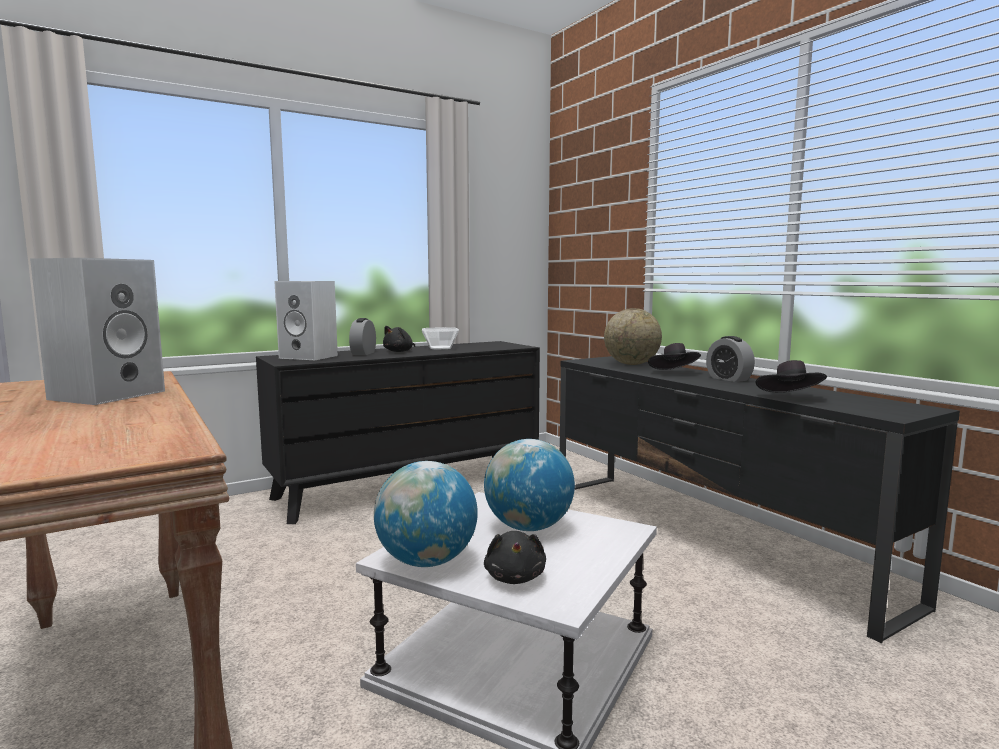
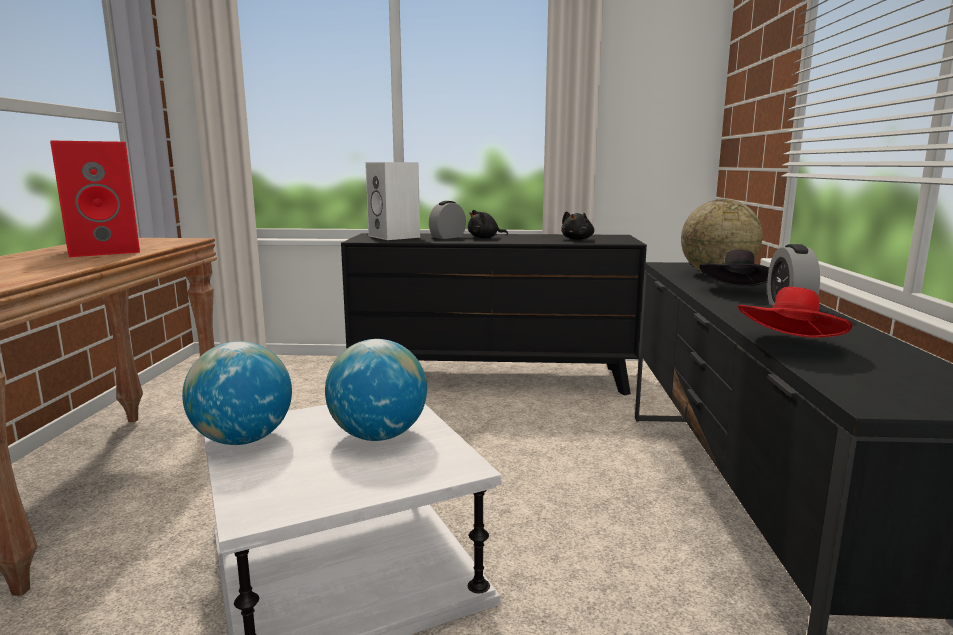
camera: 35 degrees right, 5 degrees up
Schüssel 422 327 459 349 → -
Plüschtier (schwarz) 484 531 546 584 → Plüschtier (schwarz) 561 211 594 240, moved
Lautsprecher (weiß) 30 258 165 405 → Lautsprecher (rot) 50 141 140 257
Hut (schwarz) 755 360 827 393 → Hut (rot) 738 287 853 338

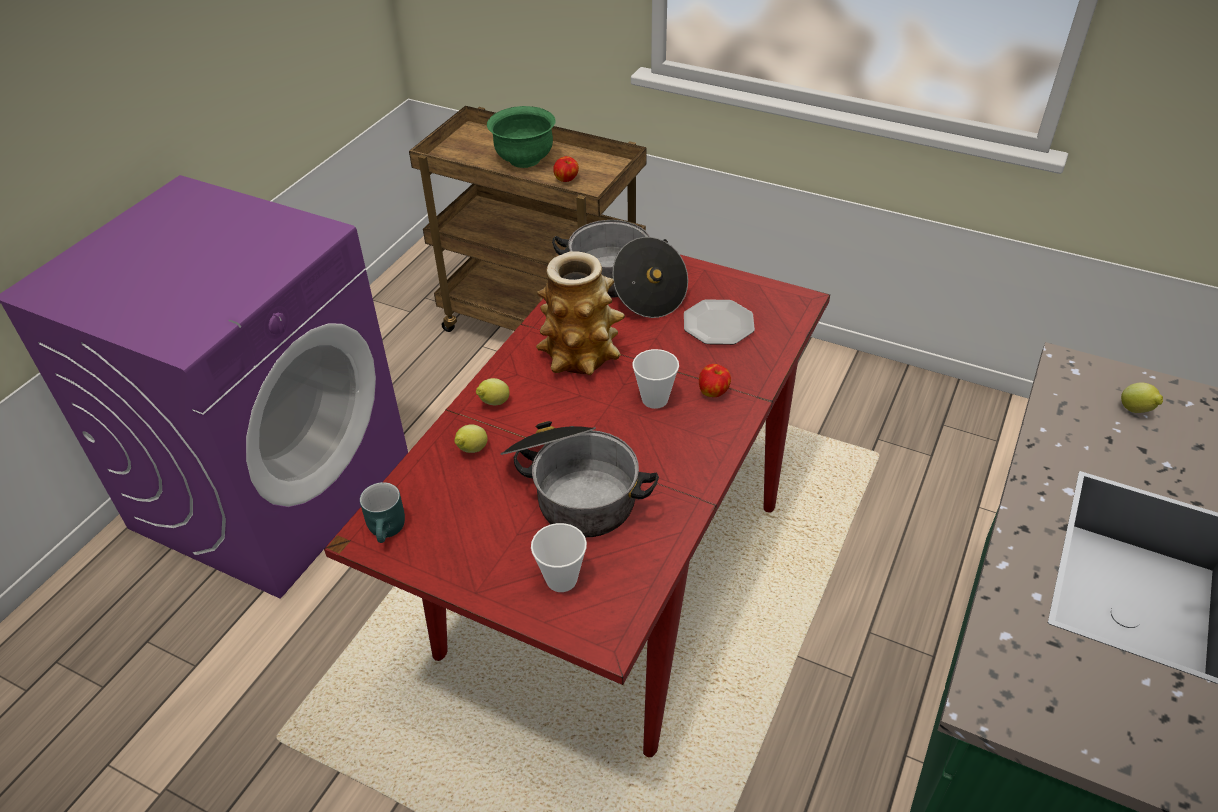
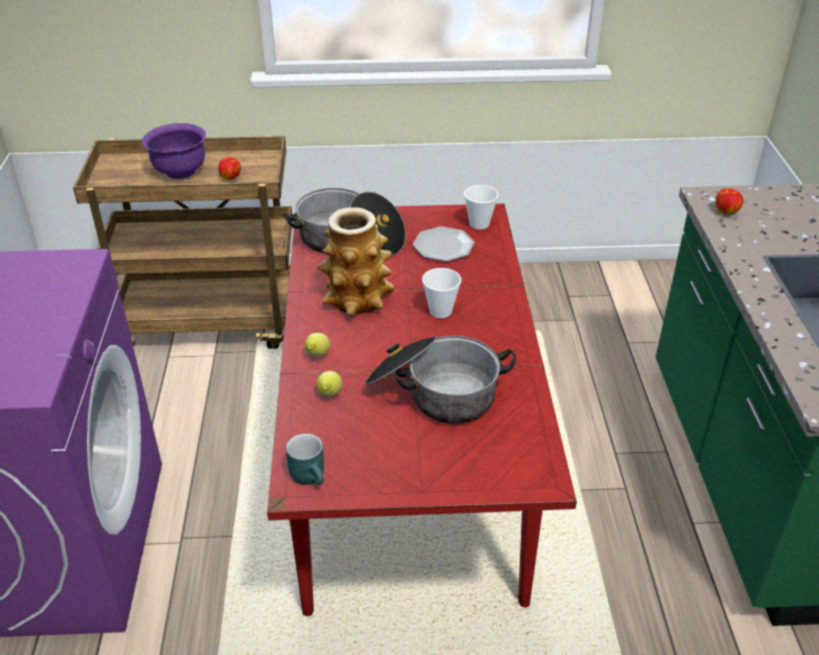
camera: 30 degrees left, 5 degrees down
Zitrone 1121 382 1163 413 → -
Tasse 531 523 587 592 → Tasse 464 185 498 230, moved
Apfel 699 364 731 397 → Apfel 716 188 744 215, moved
Schüssel (grün) 487 106 556 168 → Schüssel (lila) 142 123 206 179

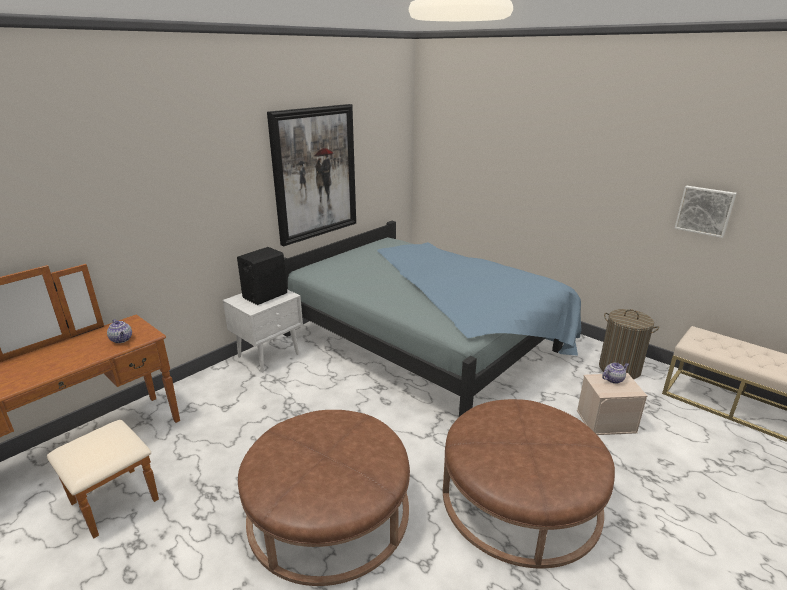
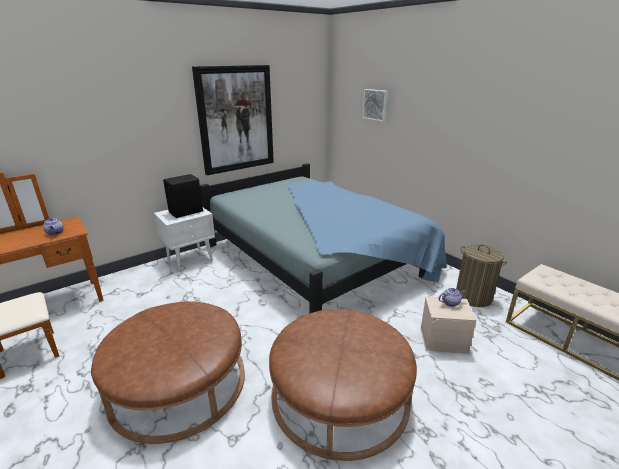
camera: 10 degrees right, 0 degrees up
Bild 674 186 737 238 → Bild 363 89 388 122, moved

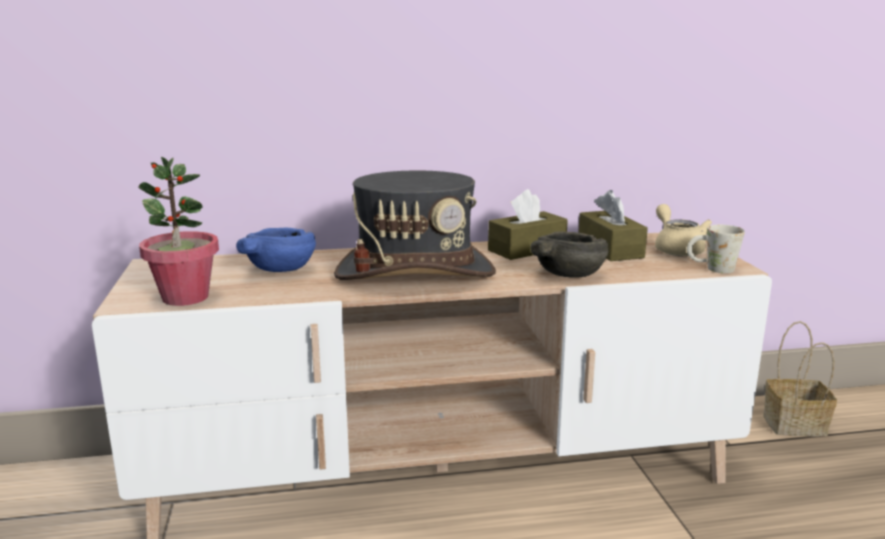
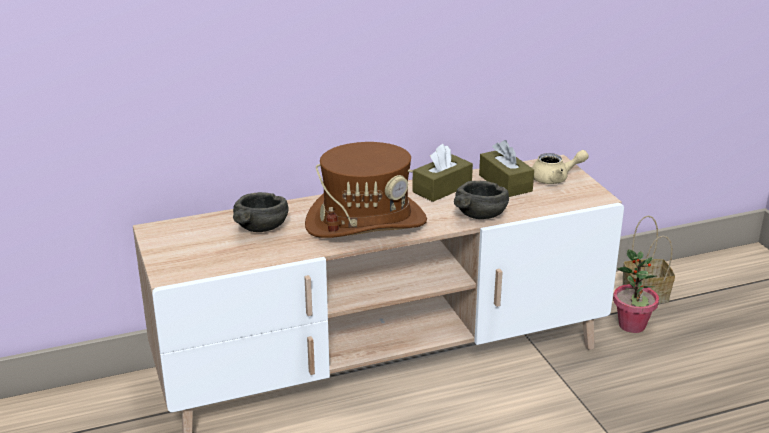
camera: 10 degrees left, 10 degrees up
Henkelbecher (weiß) 687 225 745 273 → -
Topfpflanze 138 157 219 306 → Topfpflanze 613 249 659 333, moved
Schüssel (blau) 236 228 316 272 → Schüssel (grau) 233 192 289 232
Hut (grau) 334 171 496 280 → Hut (braun) 305 142 427 238
Teekanne (beige) 655 204 712 256 → Teekanne (beige) 532 150 589 184, 105 degrees clockwise

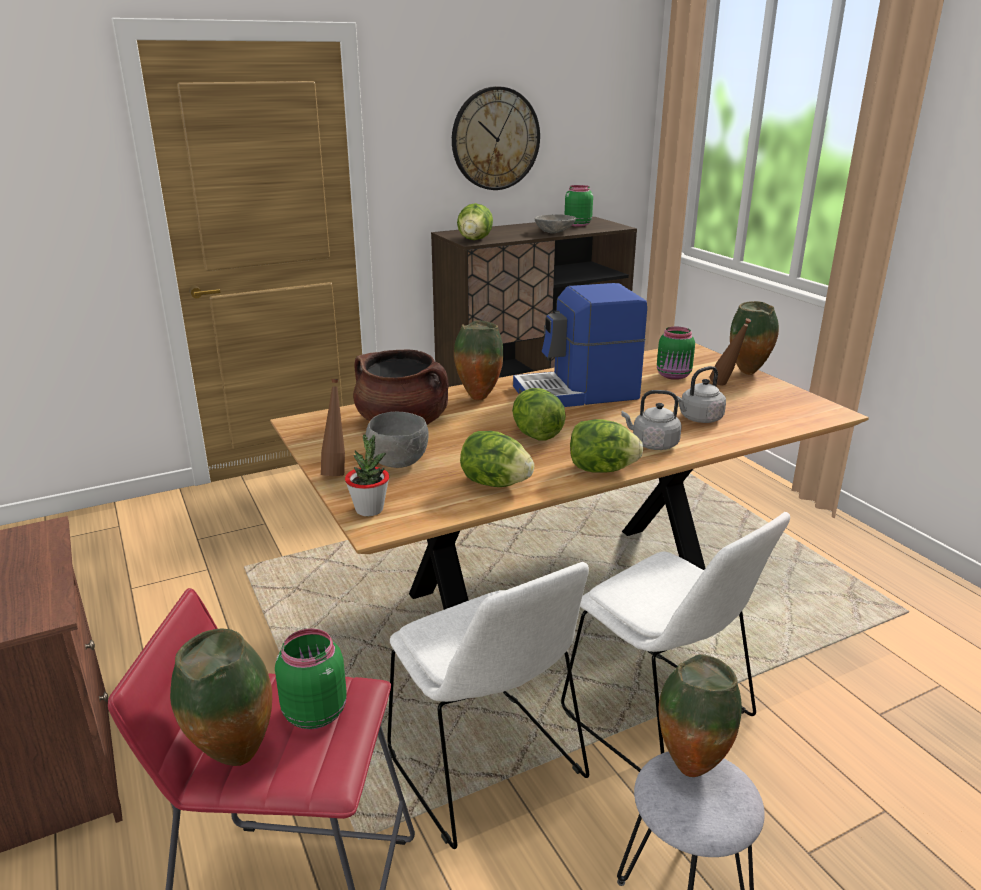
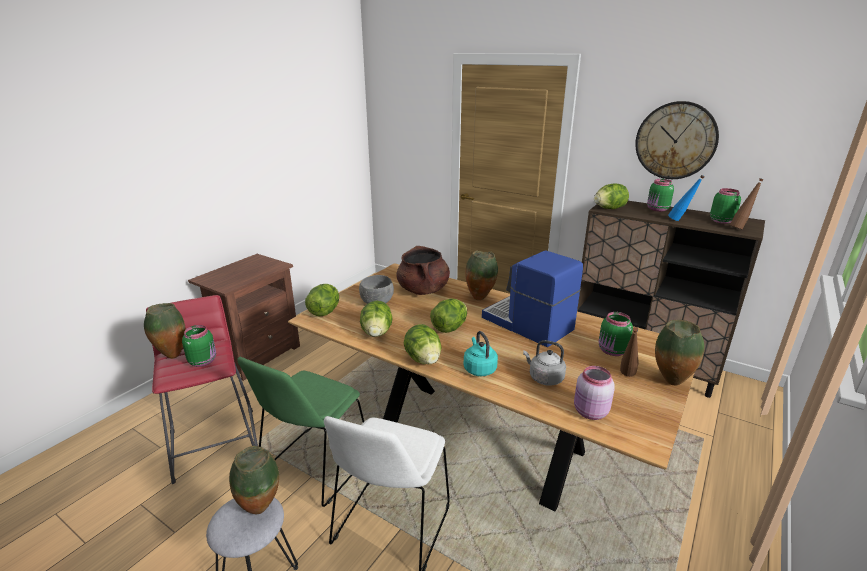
camera: 60 degrees right, 0 degrees up
- → Vorratsglas (rosa) 574 366 615 420
- → Vorratsglas (grün) 647 179 674 212
Flasche (braun) 321 379 345 476 → Flasche (braun) 730 178 764 229, moved
Topfpflanze 345 434 389 516 → Salatkopf 305 284 339 316
Schüssel (grau) 535 214 576 234 → Flasche (blau) 668 175 705 221
Stuhl (weiß) 387 562 589 849 → Stuhl (grün) 237 357 364 507
Wasserkessel (grau) 621 390 682 450 → Wasserkessel (türkis) 464 331 498 376

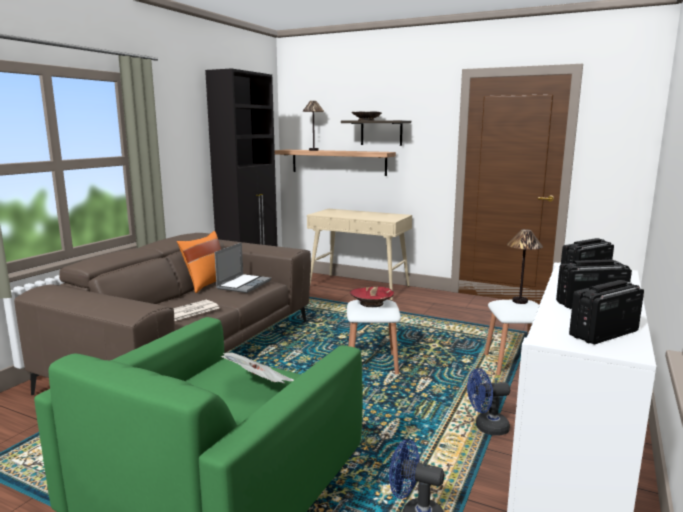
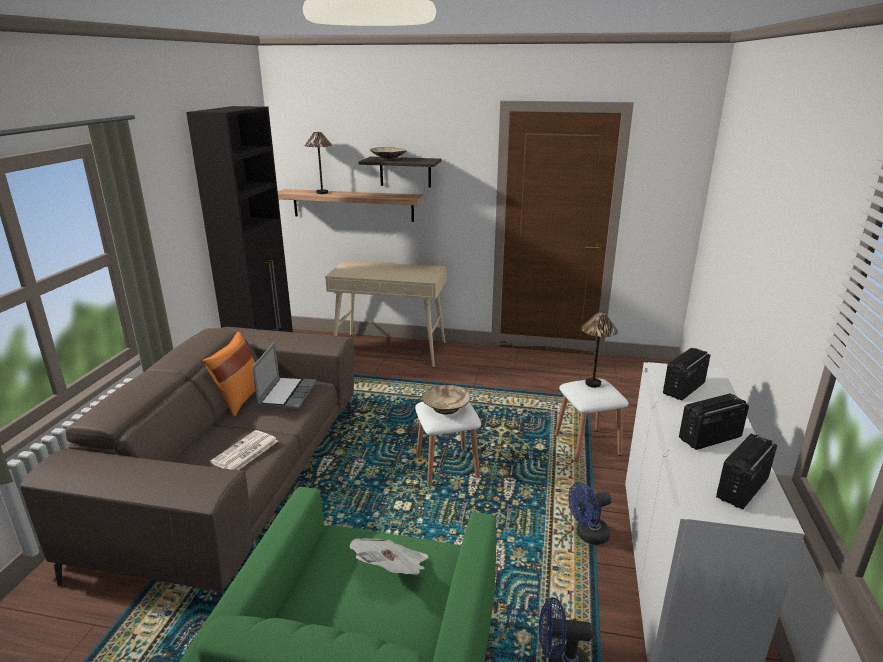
camera: 15 degrees left, 10 degrees up
Schüssel (rot) 350 287 394 307 → Schüssel (beige) 422 385 471 414

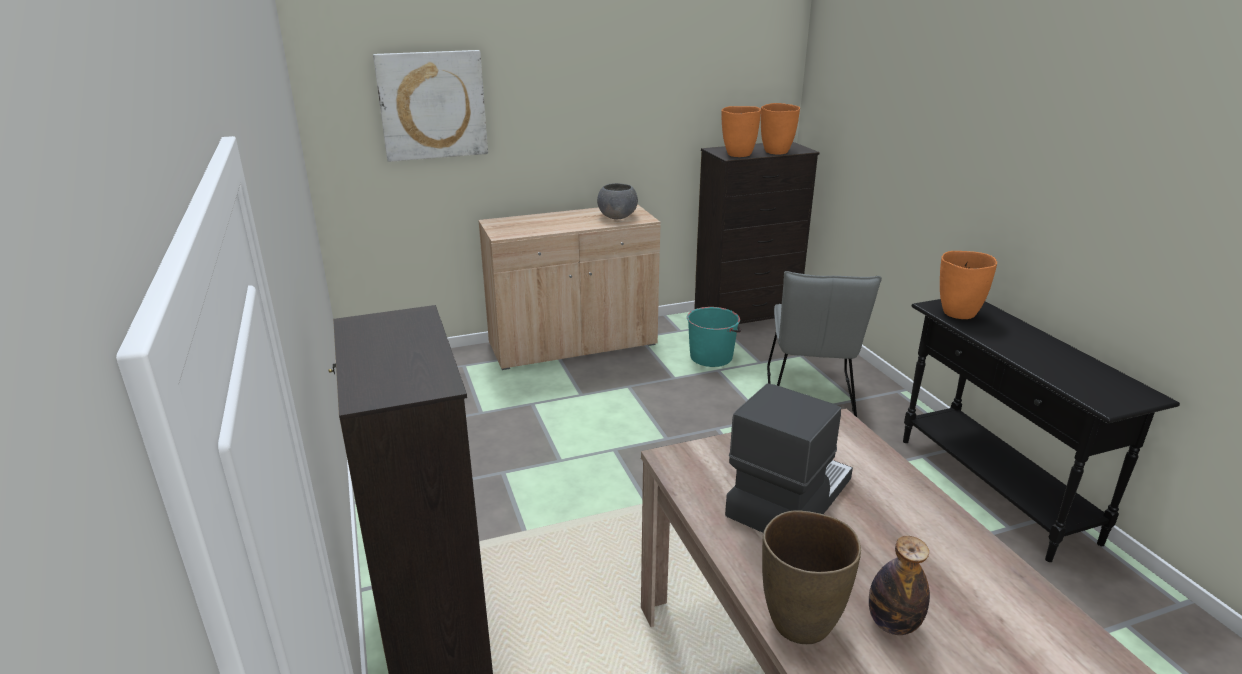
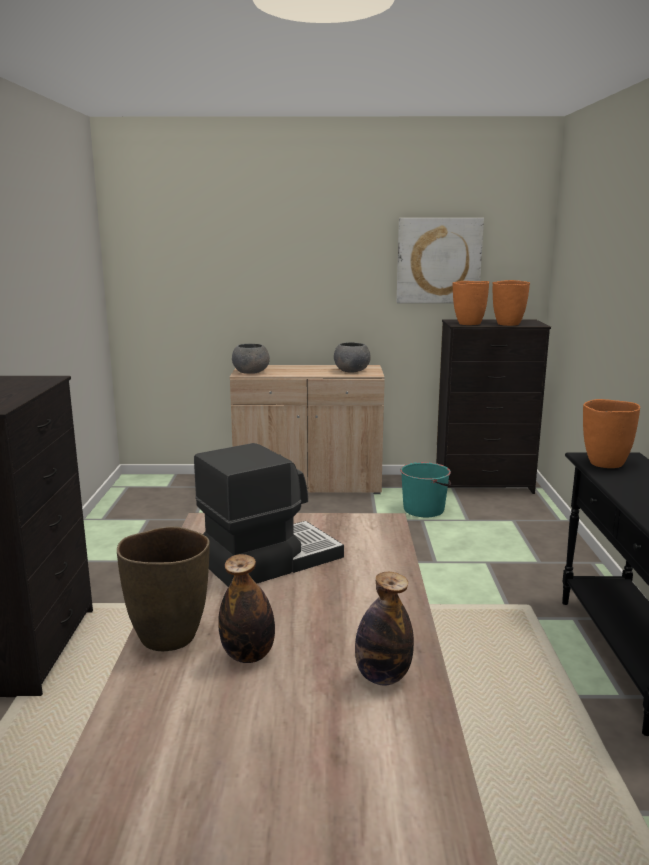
camera: 20 degrees right, 10 degrees down
Stuhl (grau) 767 271 882 417 → -
- → Schüssel (grau) 232 344 270 374
- → Flasche 355 572 414 686
Bild 373 50 488 162 → Bild 397 218 484 303, moved

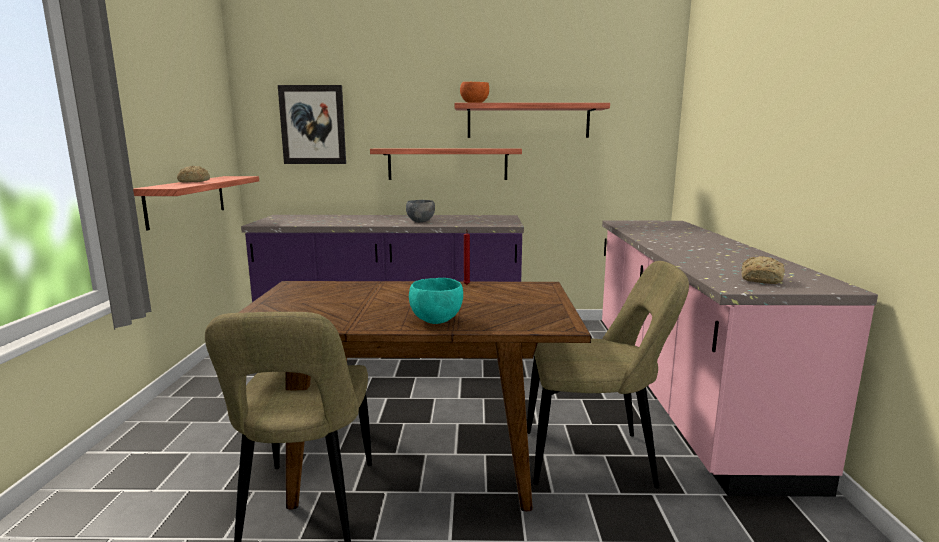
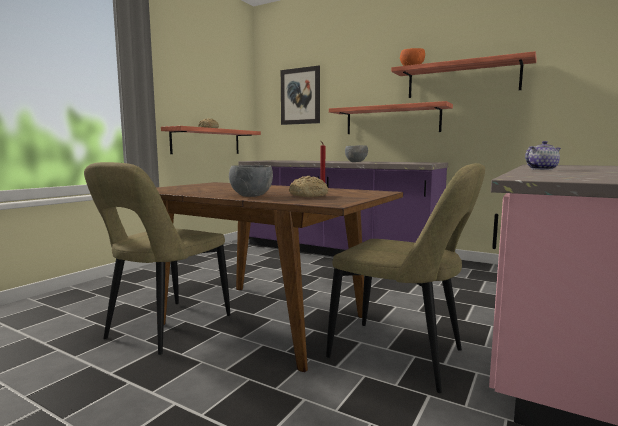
camera: 30 degrees right, 5 degrees down
- → Teekanne 525 141 561 170
Brot 741 256 785 284 → Brot 289 176 328 197, moved
Schüssel (türkis) 409 278 463 324 → Schüssel (grau) 229 165 273 197

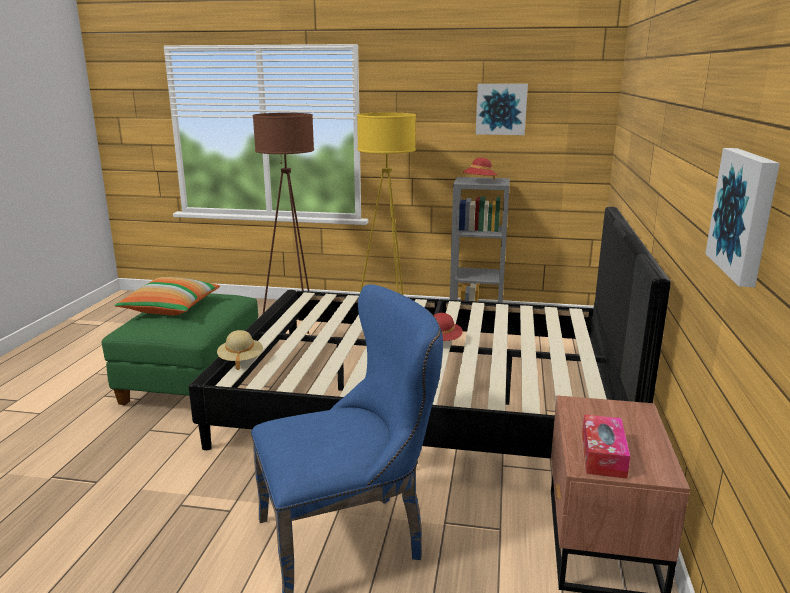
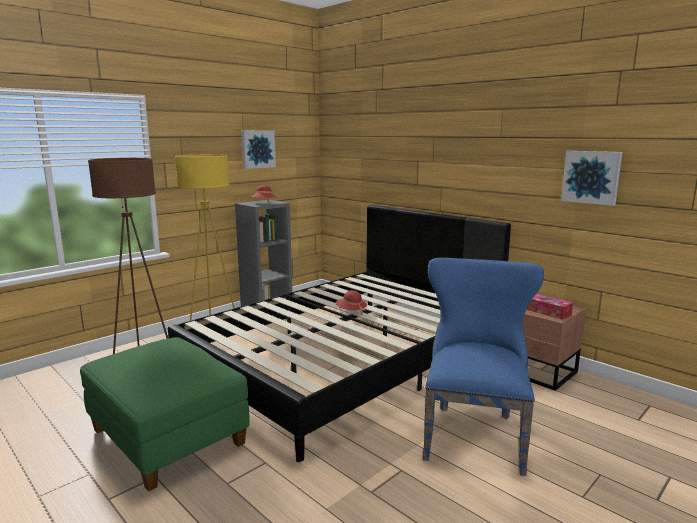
camera: 55 degrees left, 5 degrees down
Kissen 115 277 220 315 → -
Hut (beige) 217 330 263 370 → -

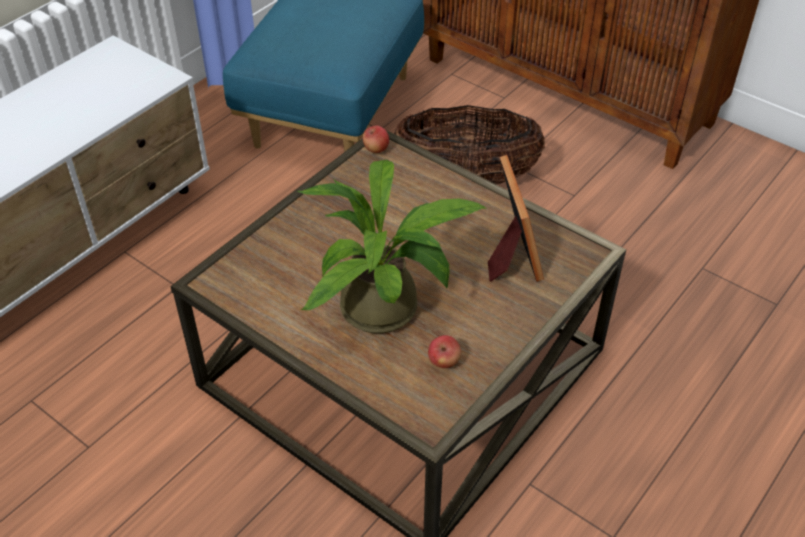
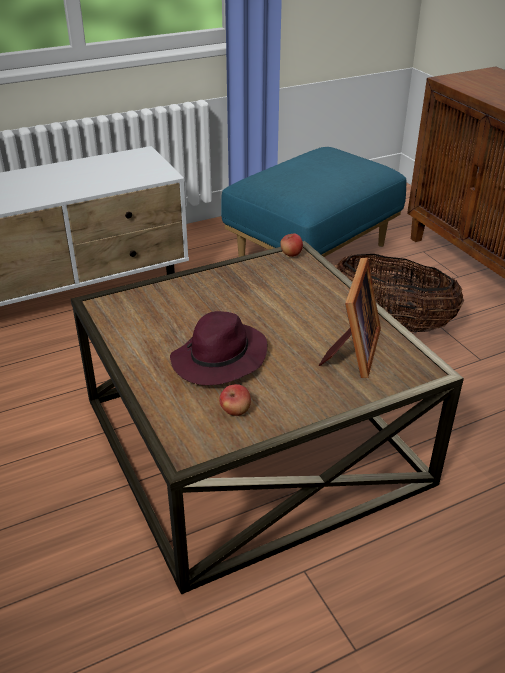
camera: 25 degrees right, 10 degrees down
Topfpflanze 297 160 488 333 → Hut (lila) 170 311 267 385

